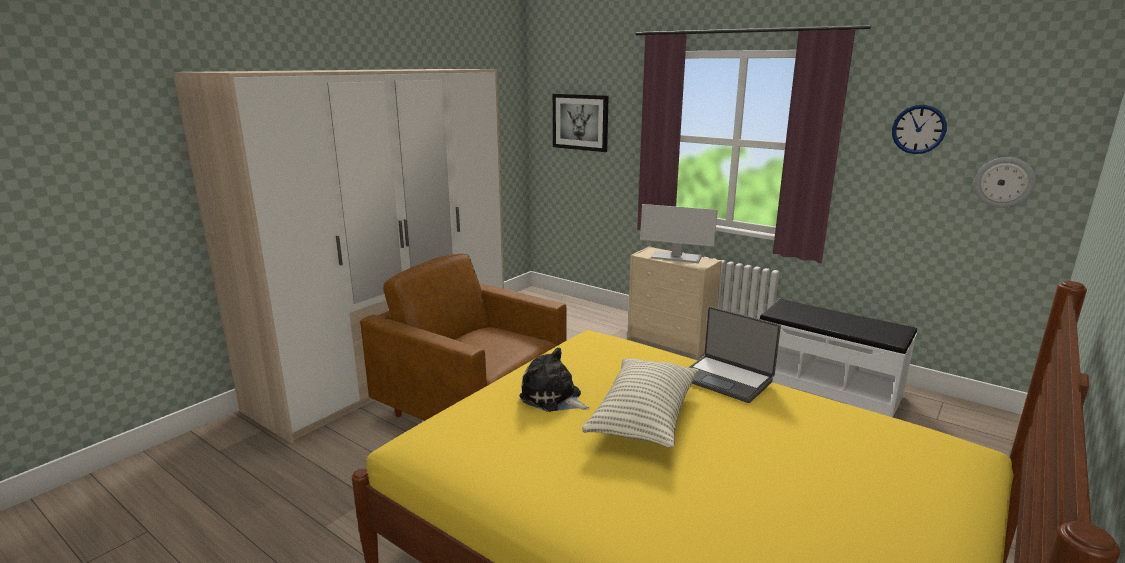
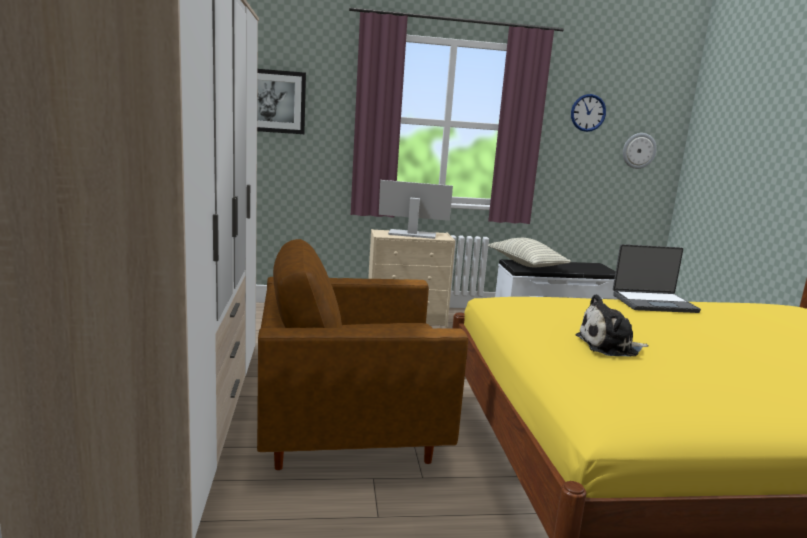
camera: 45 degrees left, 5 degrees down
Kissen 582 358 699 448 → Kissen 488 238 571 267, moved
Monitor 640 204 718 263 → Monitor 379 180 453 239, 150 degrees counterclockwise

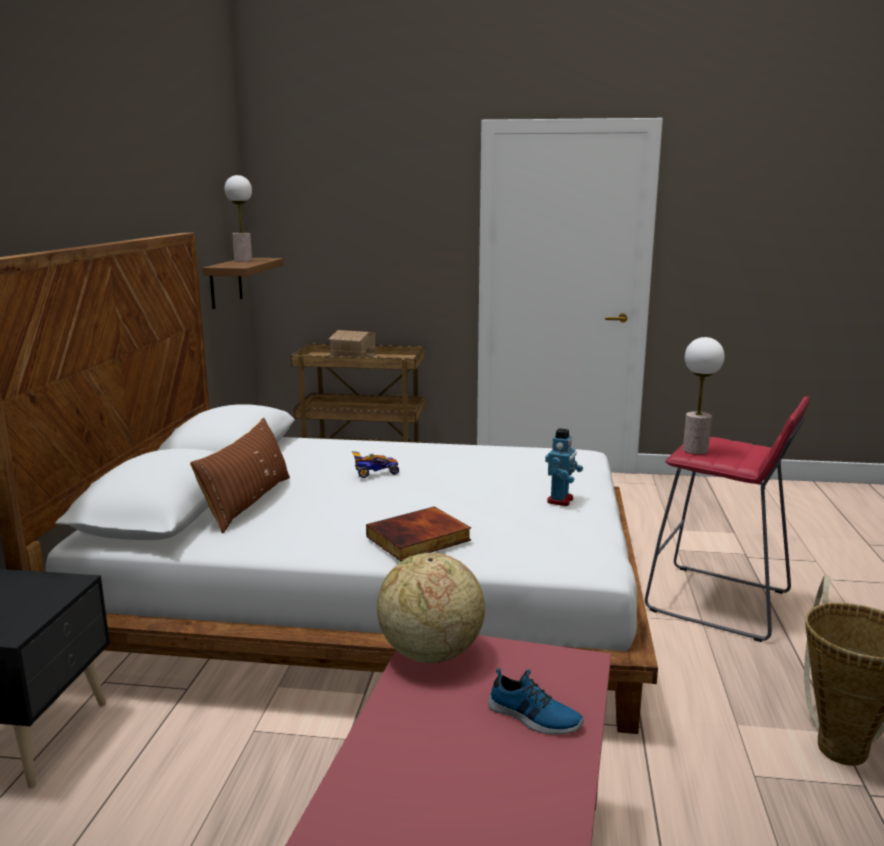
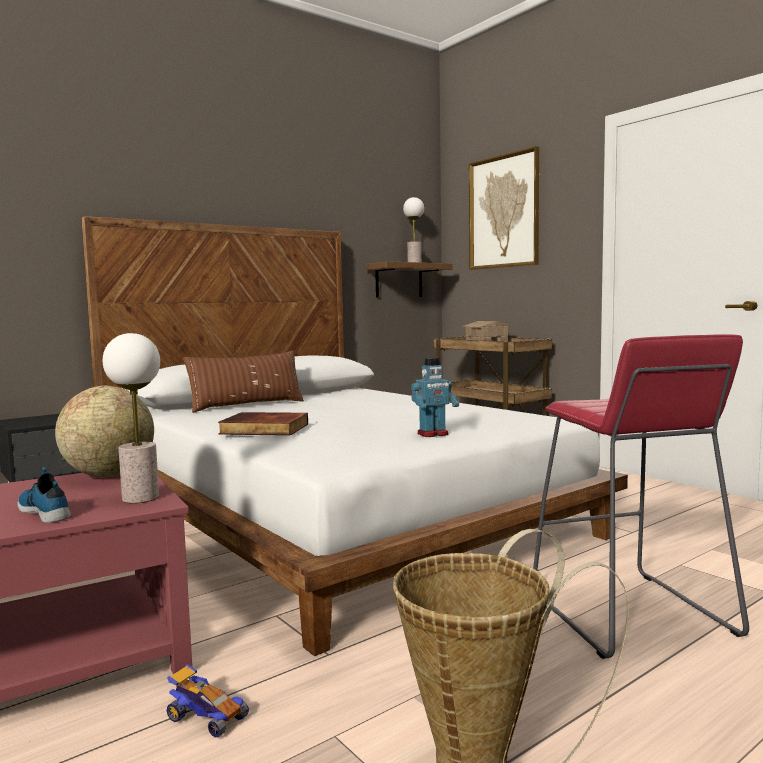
camera: 45 degrees right, 10 degrees down
- → Bild 469 146 539 270
Spielzeugauto 352 451 399 478 → Spielzeugauto 167 664 249 738, moved
Tischlampe 683 337 724 455 → Tischlampe 103 333 160 503, moved
Schuh 488 668 584 735 → Schuh 17 467 71 523, 150 degrees clockwise

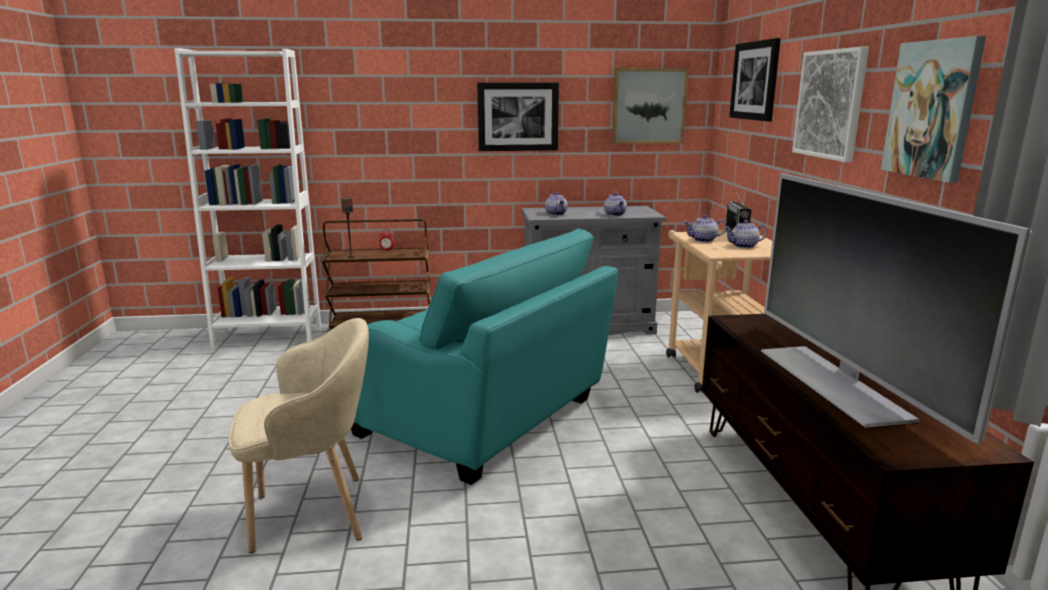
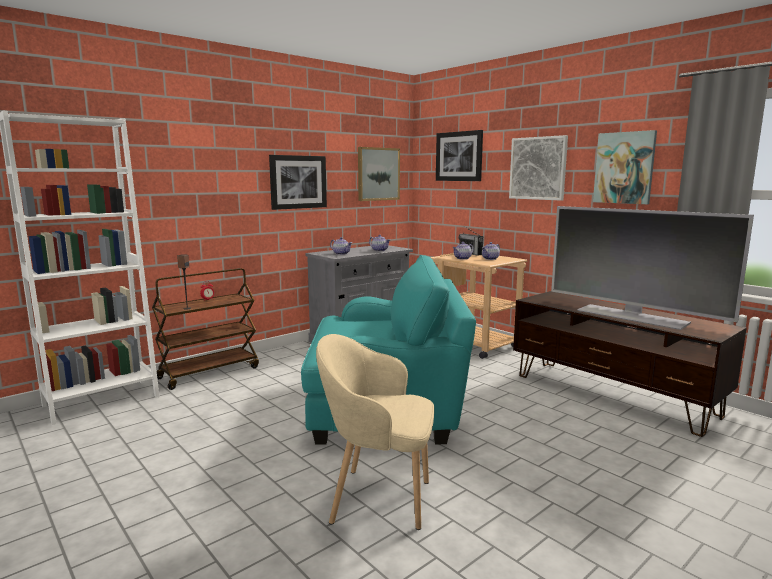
camera: 35 degrees left, 5 degrees down
Sessel (beige) 228 318 369 553 → Sessel (beige) 316 334 434 530, 120 degrees counterclockwise

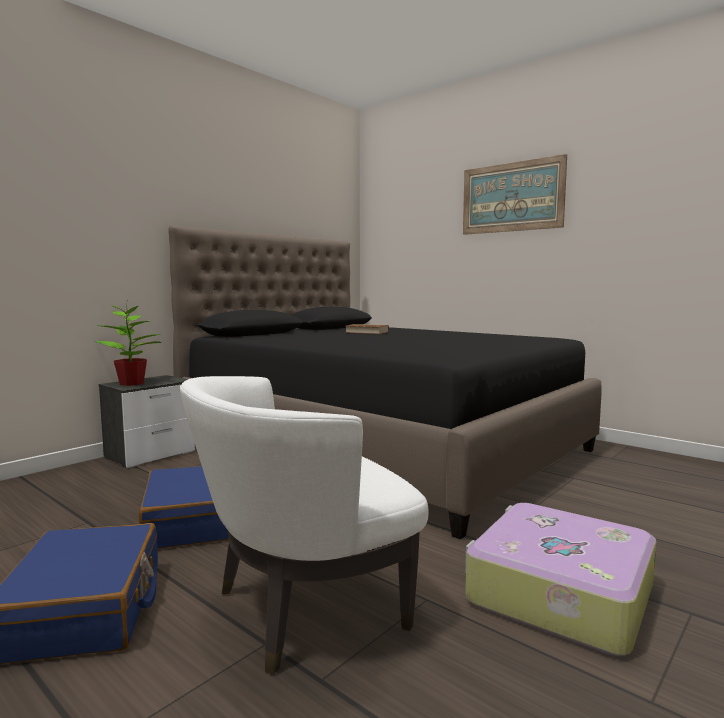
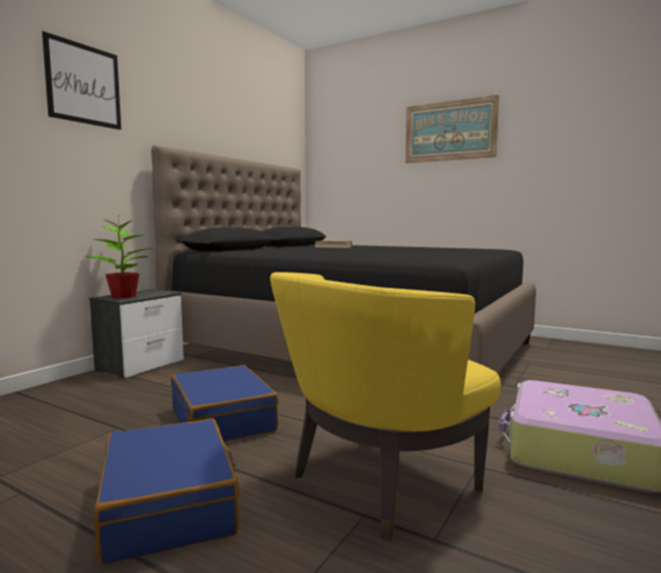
camera: 10 degrees left, 0 degrees up
- → Bild 42 31 121 130
Sessel (weiß) 180 376 429 675 → Sessel (gelb) 270 272 501 540

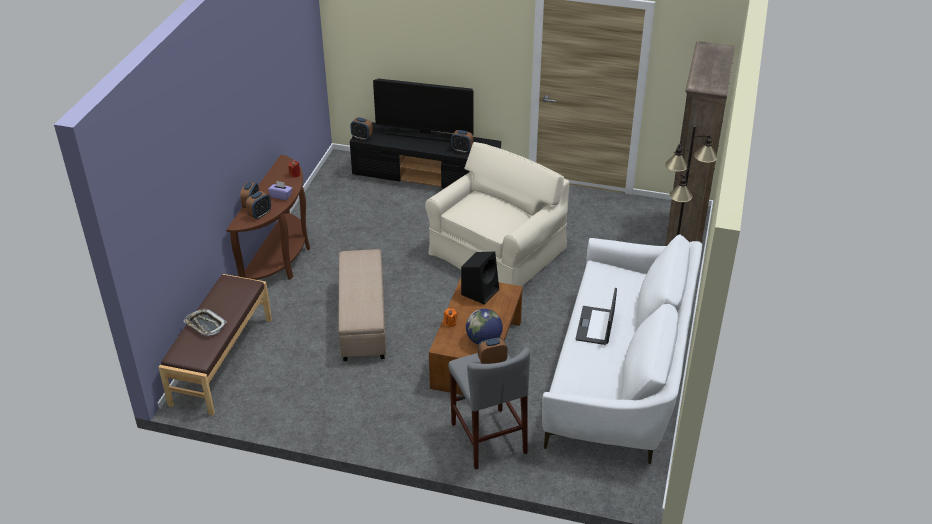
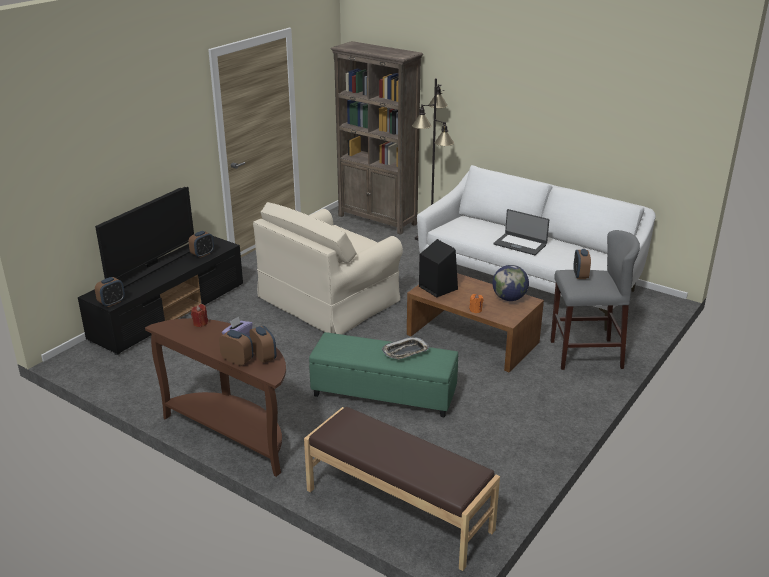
camera: 70 degrees left, 10 degrees down
Tablett 183 309 227 336 → Tablett 382 337 429 359, moved
Polsterhocker (beige) 338 249 386 361 → Polsterhocker (grün) 309 332 458 417
Sessel (beige) 425 142 570 286 → Sessel (beige) 253 202 403 334, 105 degrees counterclockwise

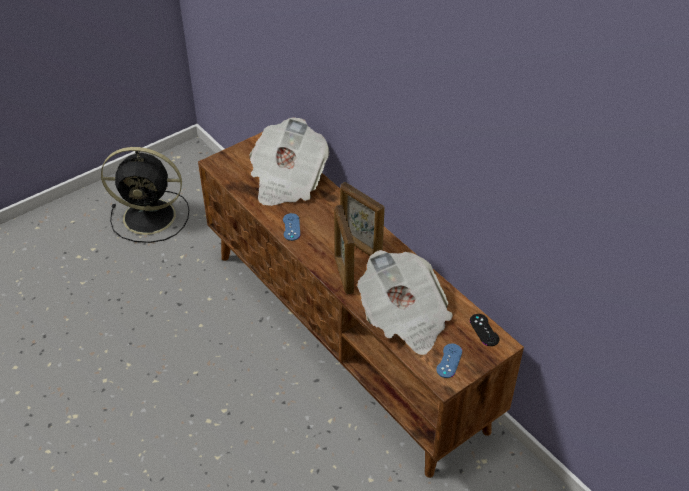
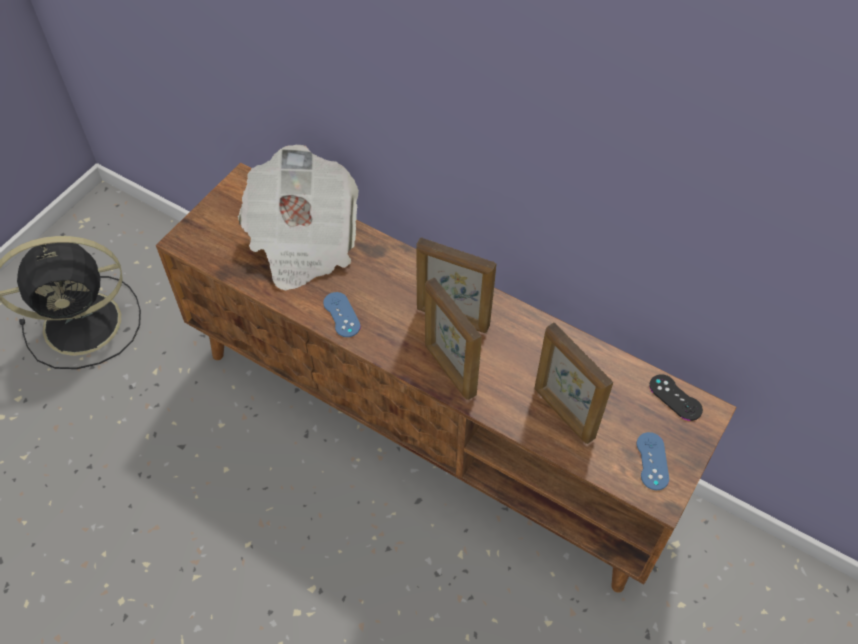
camera: 20 degrees left, 10 degrees up
Zeitung 357 250 453 355 → Bilderrahmen 534 323 613 444

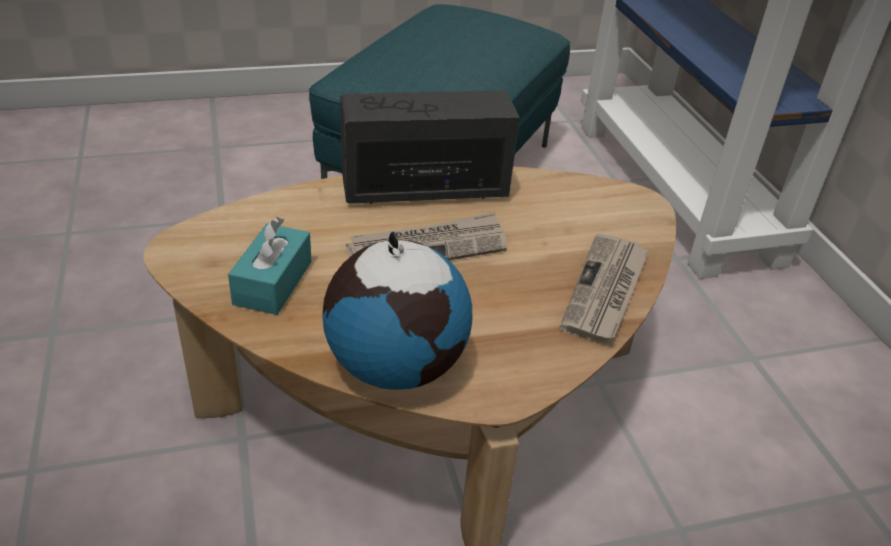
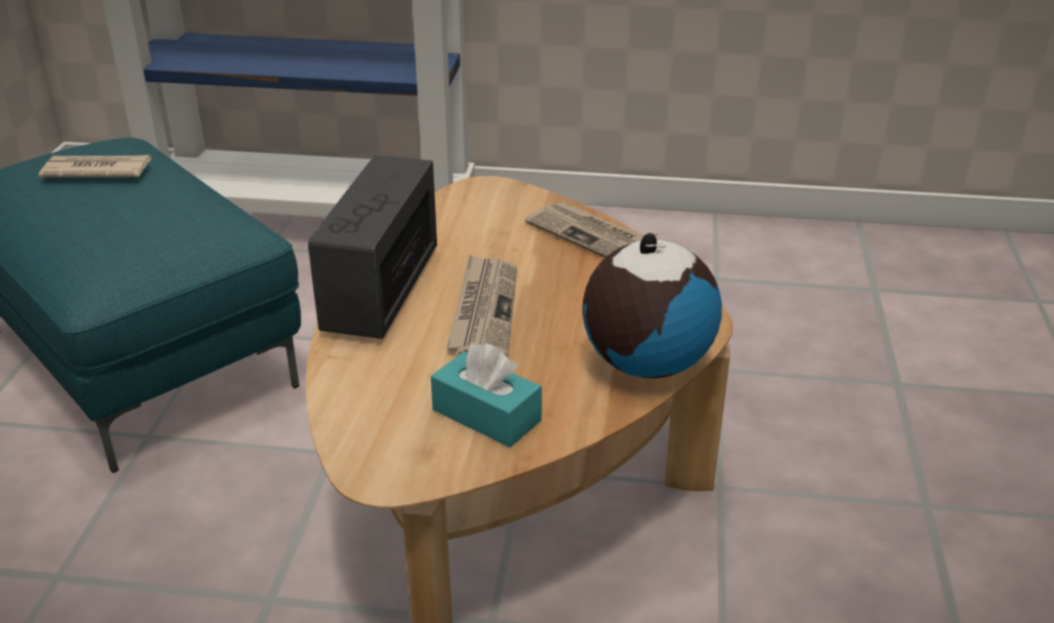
camera: 65 degrees left, 5 degrees down
- → Zeitung 38 155 151 177

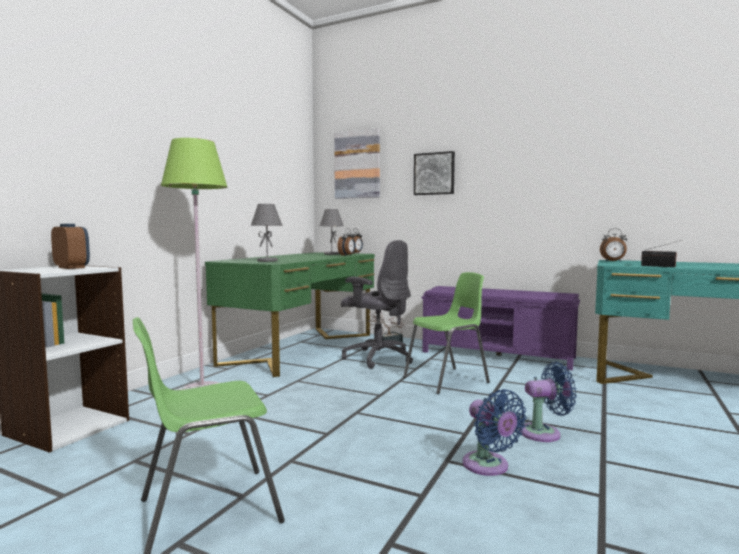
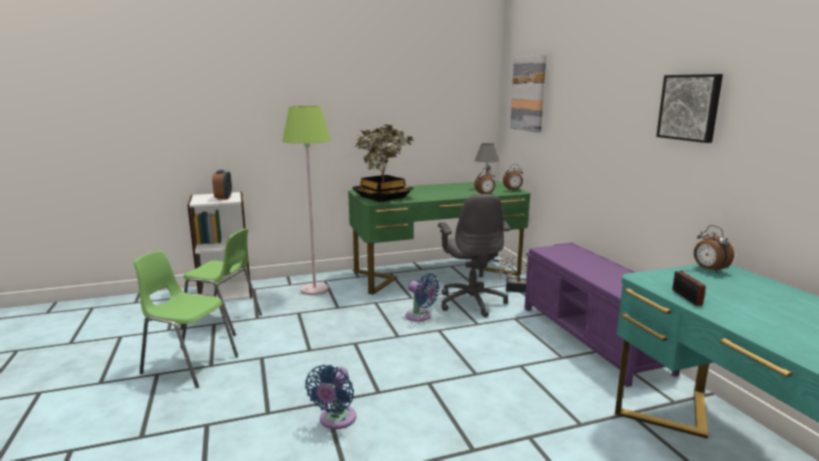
camera: 45 degrees right, 10 degrees up
Stuhl (grün) 403 272 490 394 → Stuhl (grün) 180 229 262 336, moved
Bild 414 151 455 195 → Bild 656 74 723 143, moved
Ventilator (blau) 520 362 577 442 → Ventilator (blau) 406 274 440 321, moved
Tischlampe (grau) 250 204 283 262 → Topfpflanze 352 124 414 202

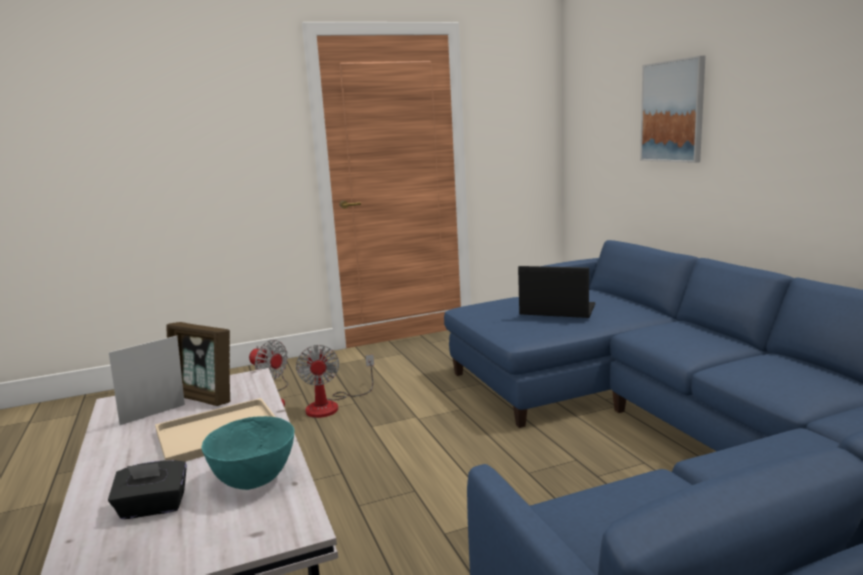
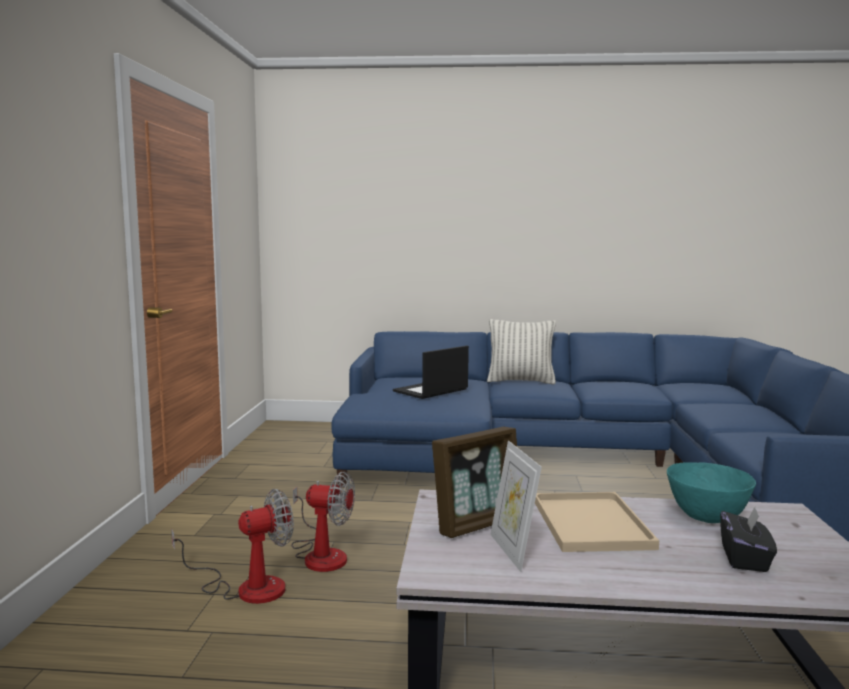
camera: 65 degrees left, 5 degrees down
Bild 640 56 706 163 → -
- → Kissen 487 319 556 384

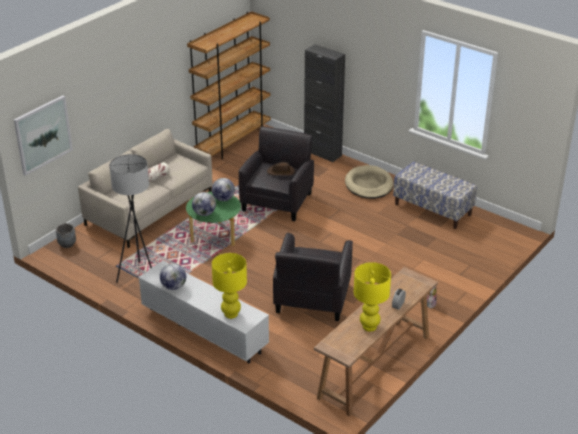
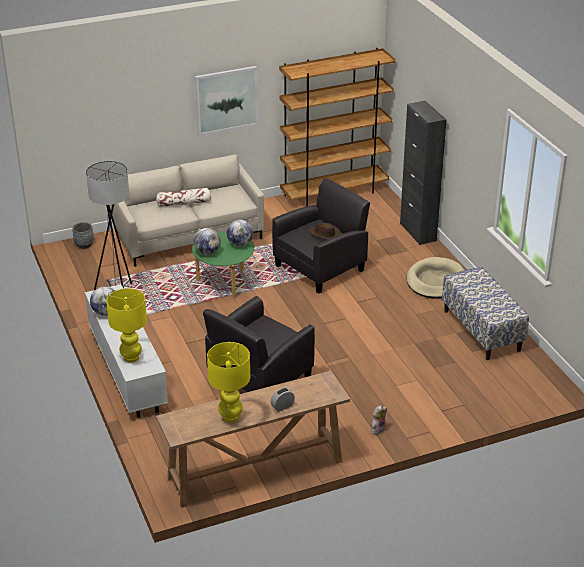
camera: 30 degrees right, 0 degrees up
Bild 14 95 73 176 → Bild 195 66 258 136, moved

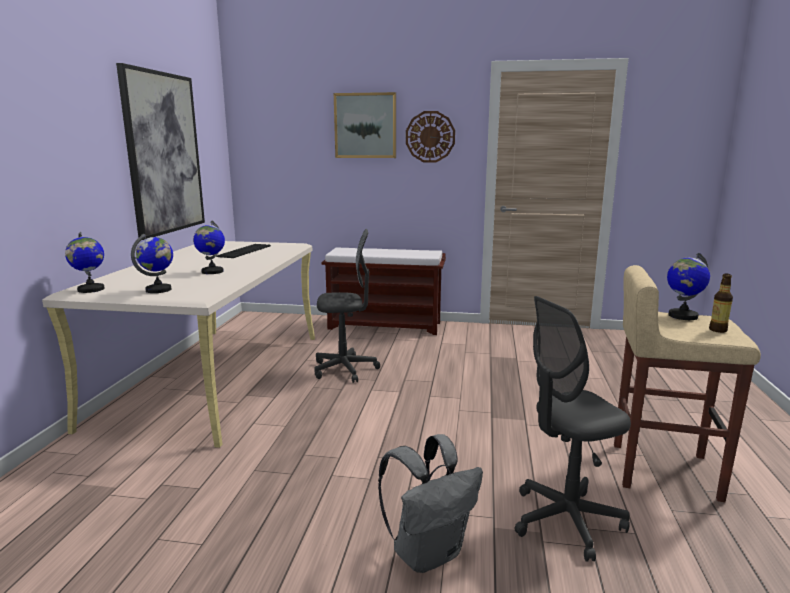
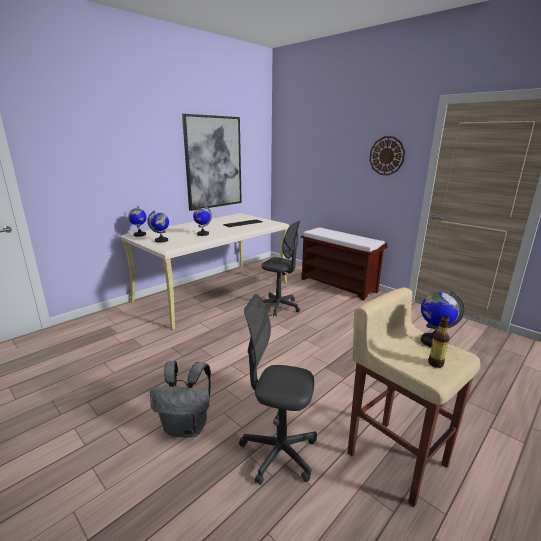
camera: 35 degrees right, 5 degrees up
Bild 334 92 396 158 → -

